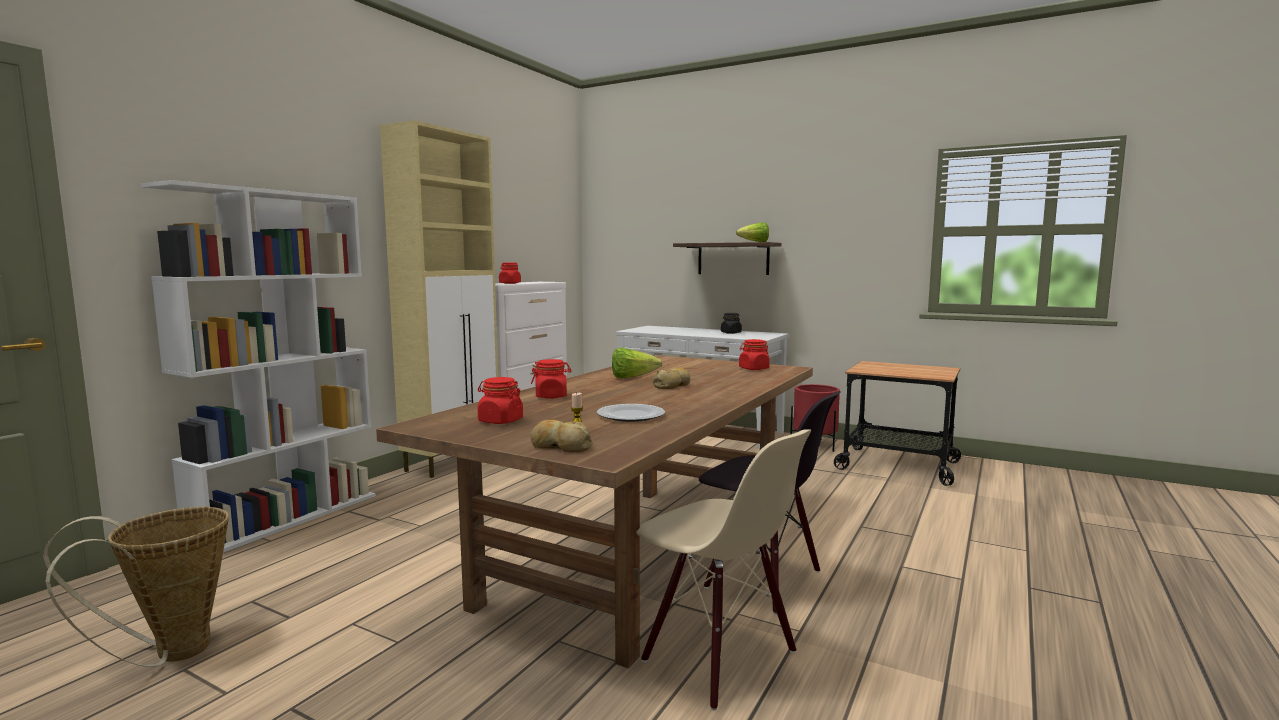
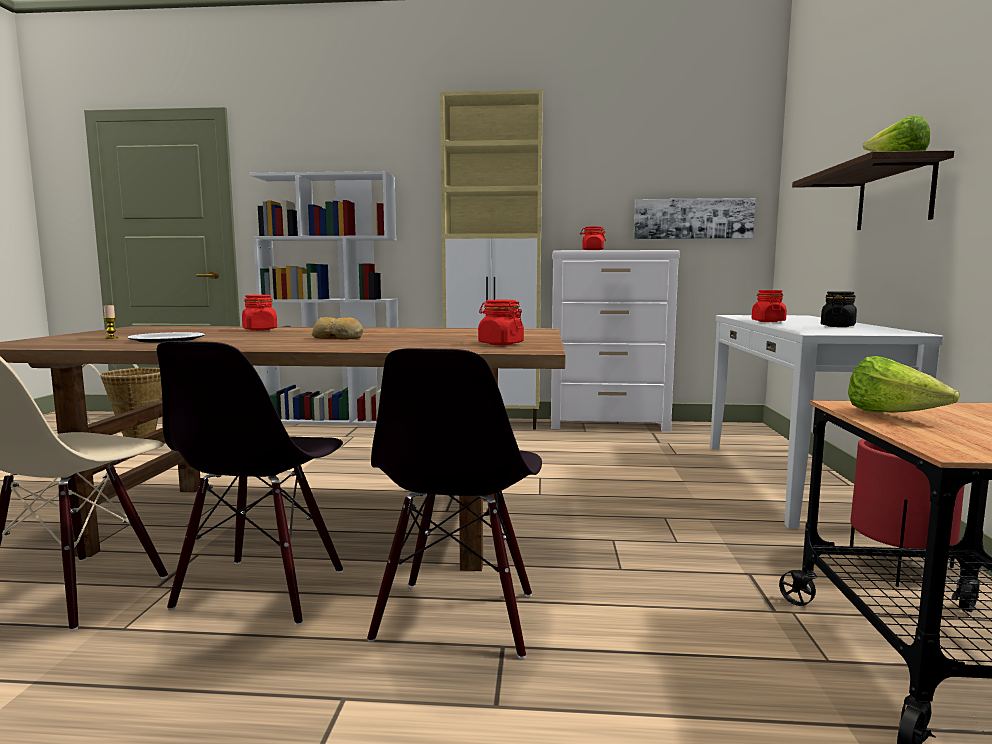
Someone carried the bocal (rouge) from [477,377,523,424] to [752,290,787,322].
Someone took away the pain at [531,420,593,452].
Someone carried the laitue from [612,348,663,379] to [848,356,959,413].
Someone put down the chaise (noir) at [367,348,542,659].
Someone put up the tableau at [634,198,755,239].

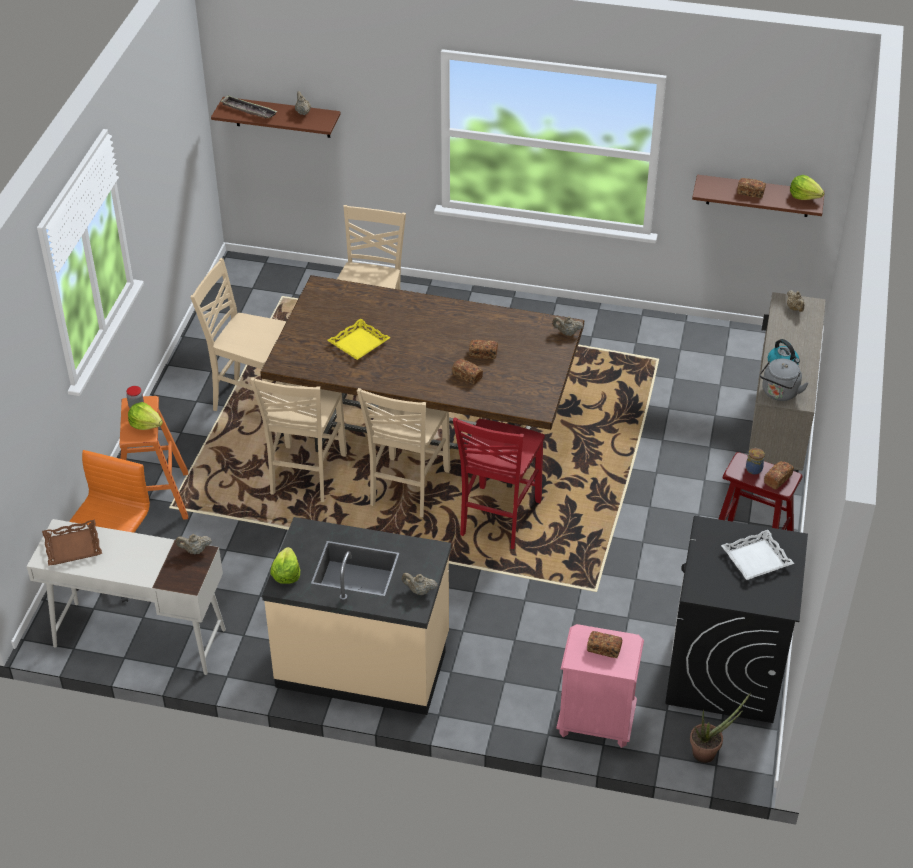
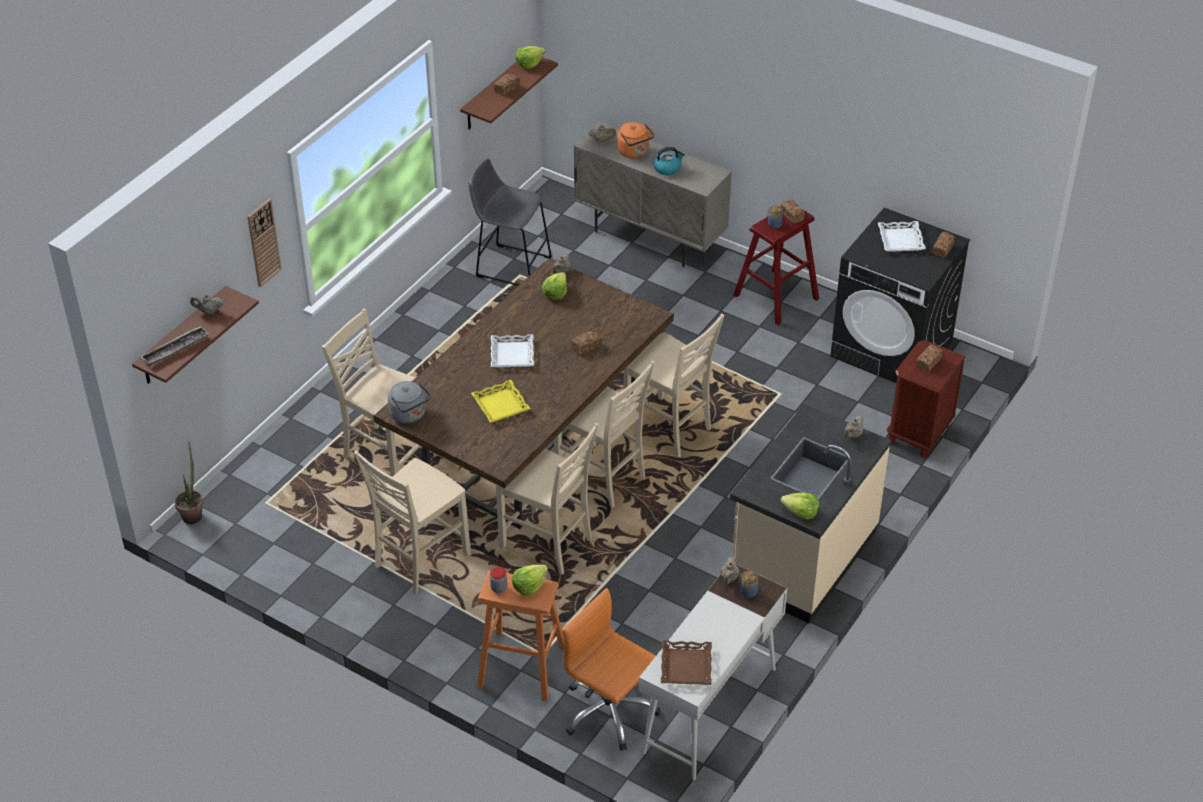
Someone repainted the chaise (rouge) at [453,418,545,549], which became the chaise (beige) at [623,314,724,458].
Someone carried the pain from [469,339,498,359] to [933,232,955,258].
Someone repainted the table de chevet (rose) at [556,624,644,748], which became the table de chevet (marron) at [887,340,966,458].
Someone carried the plante en pot from [690,692,751,763] to [174,442,204,524].
Someone carried the bouilloire (gris) from [760,358,809,401] to [388,381,431,424].
Someone put up the horloge murale at [247,199,281,287].
Someone put down the tabouret (gris) at [469,158,552,286].
Someone put down the plateau (blanc) at [491,334,534,367].
Someone put down the laitue at [542,272,567,300].
Someone put down the bouilloire (orange) at [617,122,655,158].
Someone put down the bocal at [738,571,758,598].

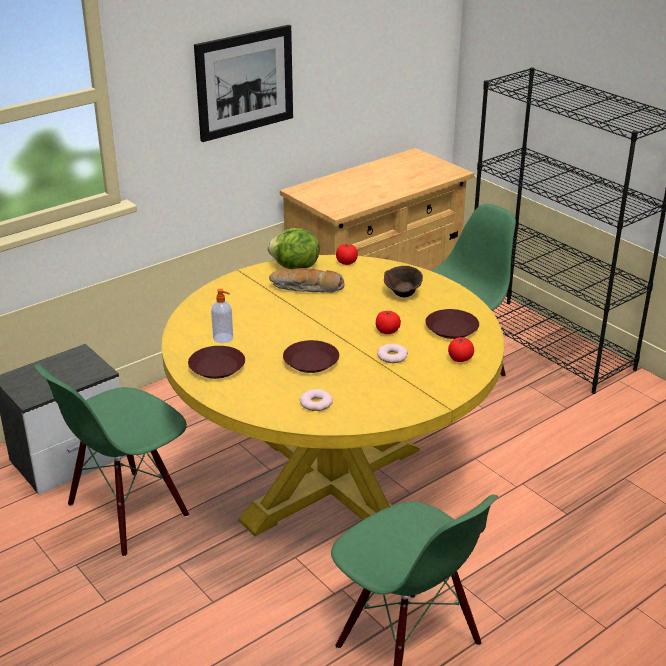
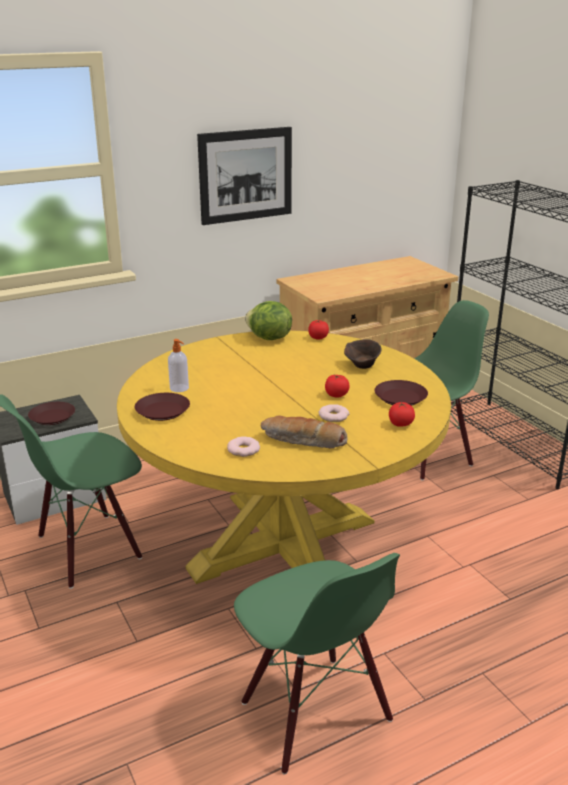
Someone carried the pain from [269,268,344,293] to [261,416,348,448].
Someone carried the assiette (marron) from [283,340,339,373] to [28,402,75,425].

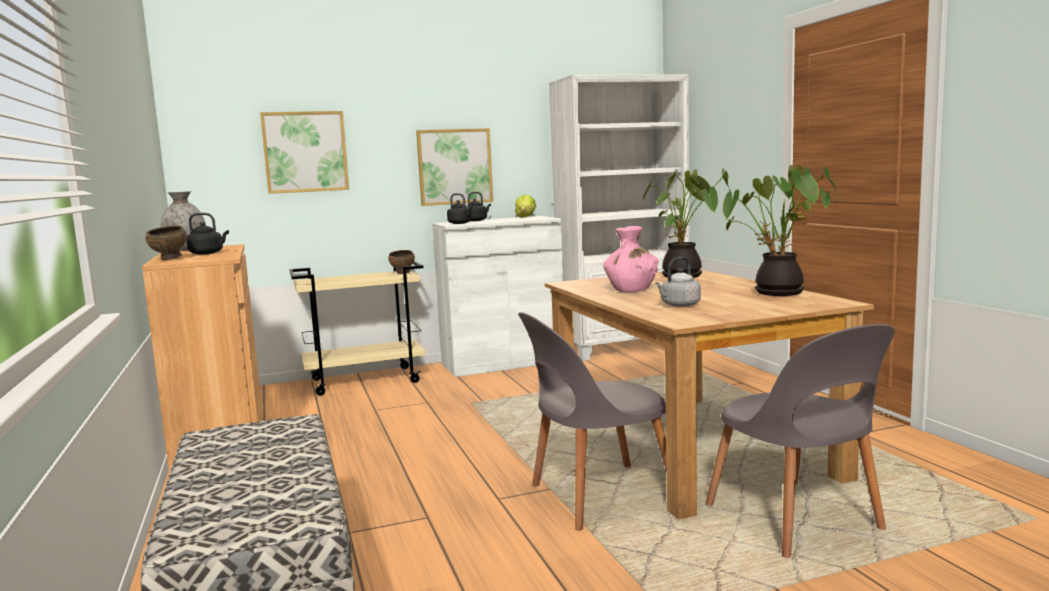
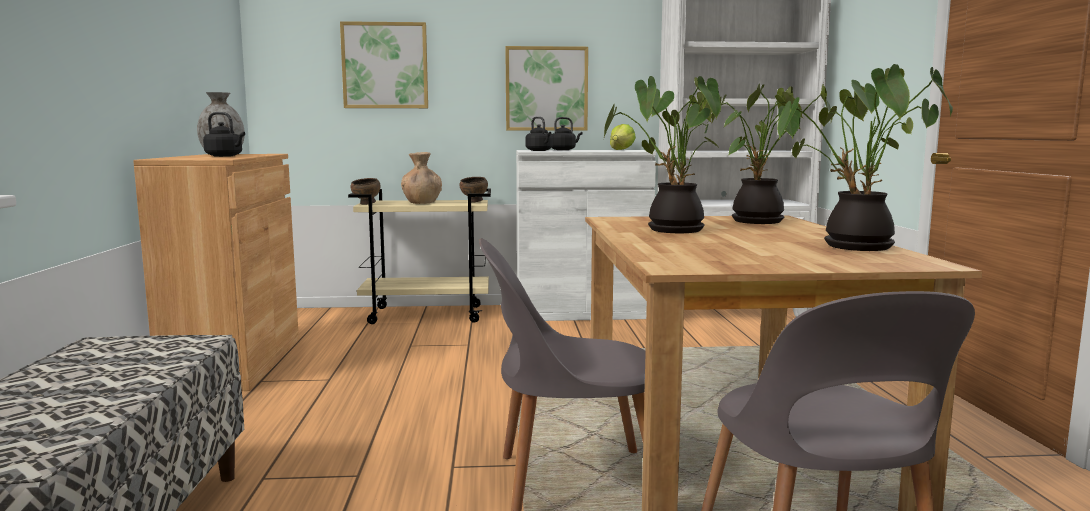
Someone carried the bol (marron) from [146,226,187,260] to [350,178,380,205].
Someone swapped the vase (rose) at [603,226,659,292] for the plante en pot at [603,76,721,233].
Someone took away the bouilloire (gris) at [655,257,701,307].
Someone put down the vase (marron) at [401,152,442,204].

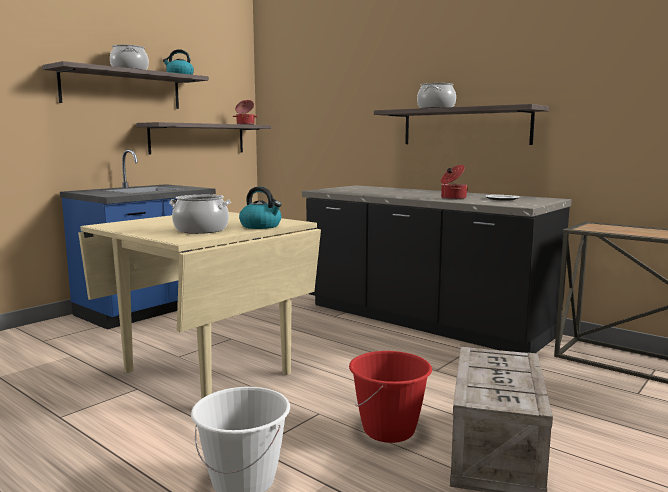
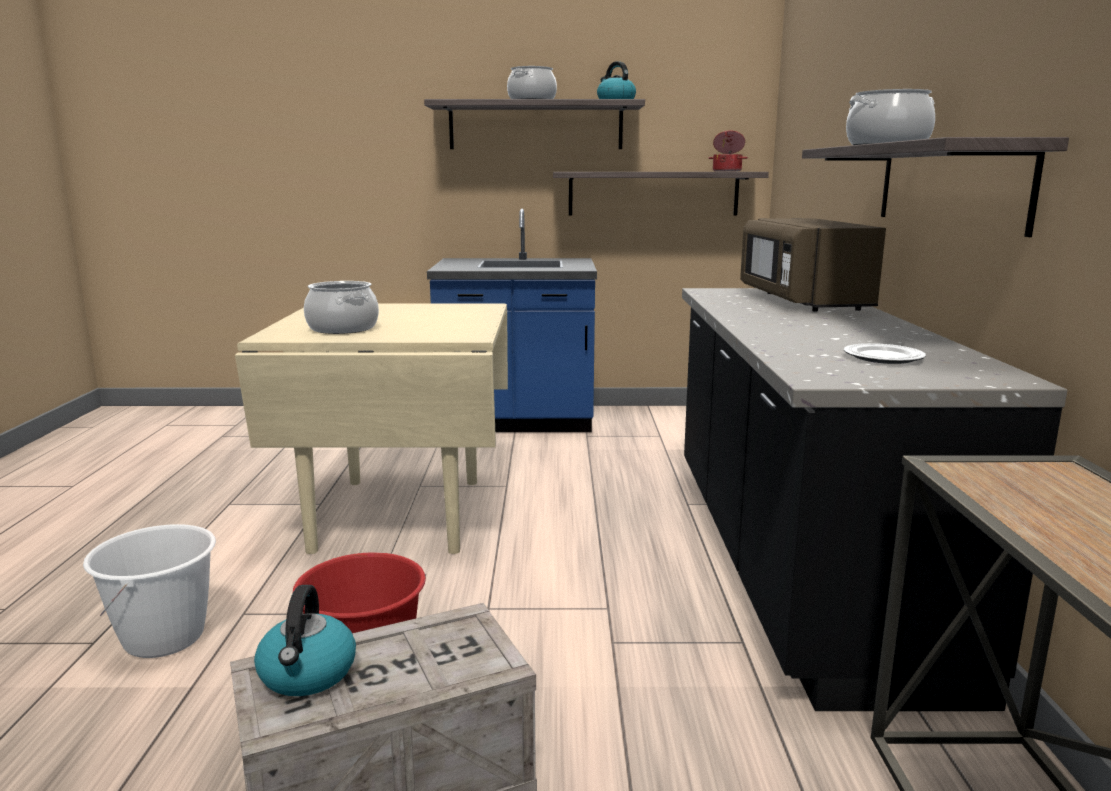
Someone carried the bouilloire from [239,187,282,229] to [254,585,356,696].
Someone took away the marmite at [441,165,468,200].
Someone put down the micro-ondes (marron) at [740,218,886,312].

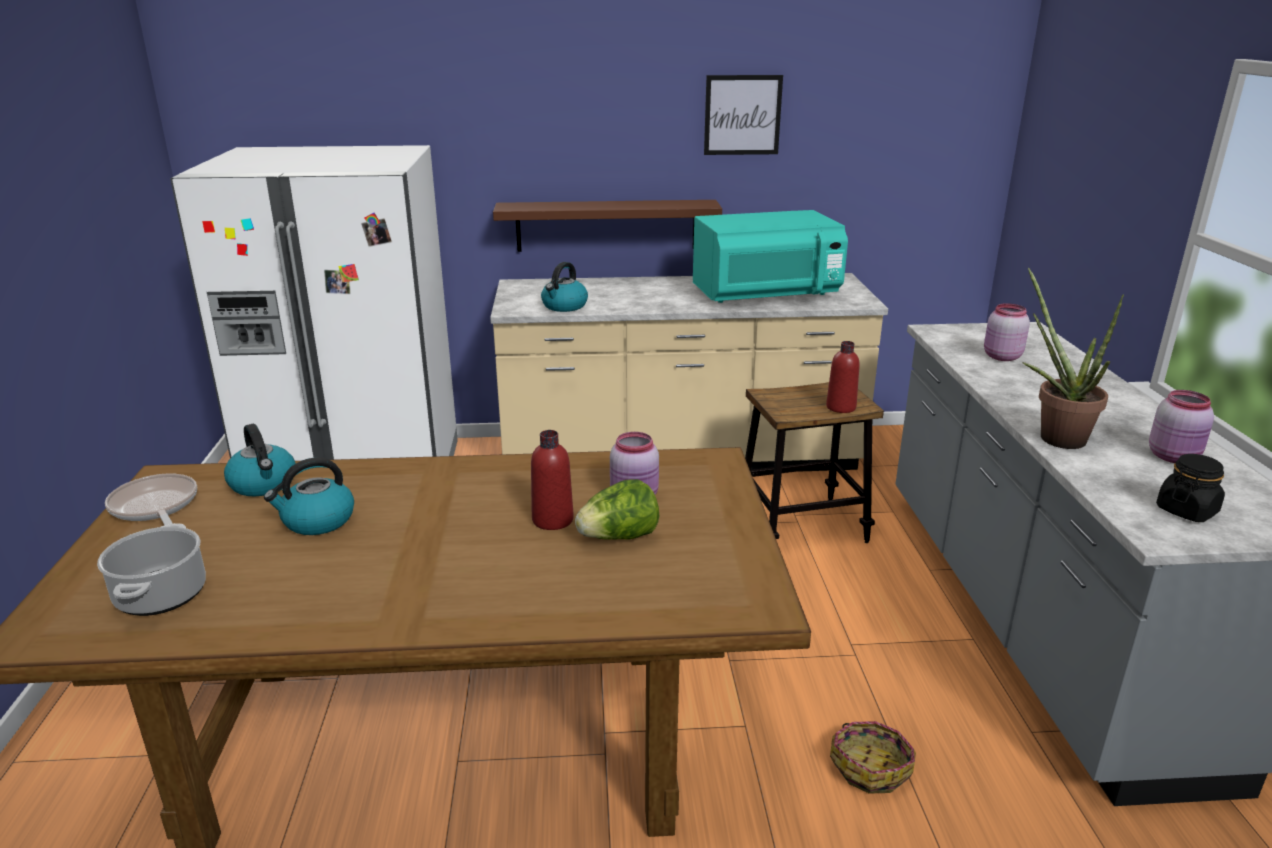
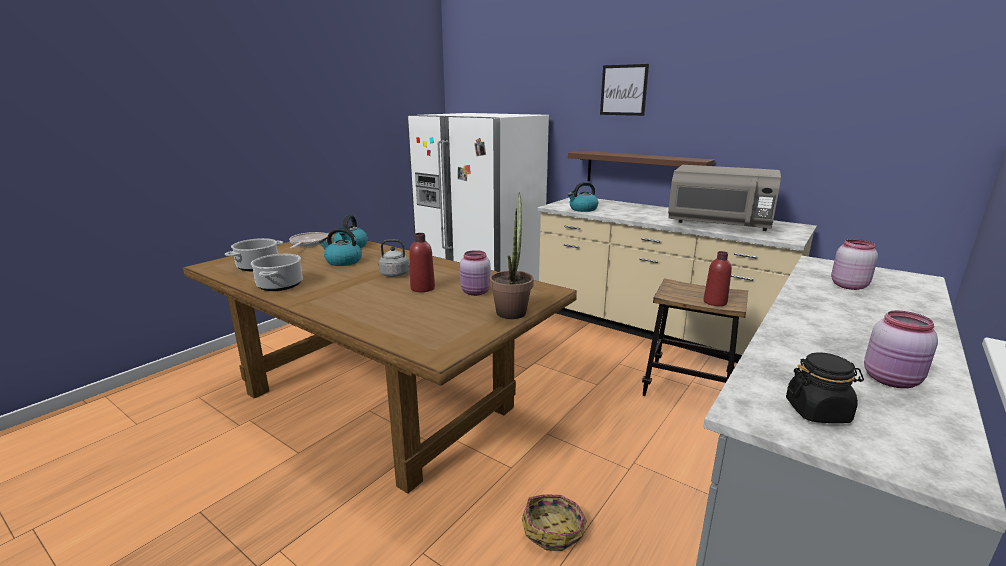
Someone took away the laitue at [575,479,659,540].
Someone repainted the micro-ondes (turquoise) at [693,210,848,303], which became the micro-ondes (gris) at [668,165,781,231].
Someone carried the tableau from [704,75,783,155] to [600,64,649,116].
Someone carried the plante en pot from [1023,268,1124,449] to [490,192,534,319].
Someone put down the marmite at [251,254,302,291].
Someone put down the bouilloire (gris) at [379,239,410,277].

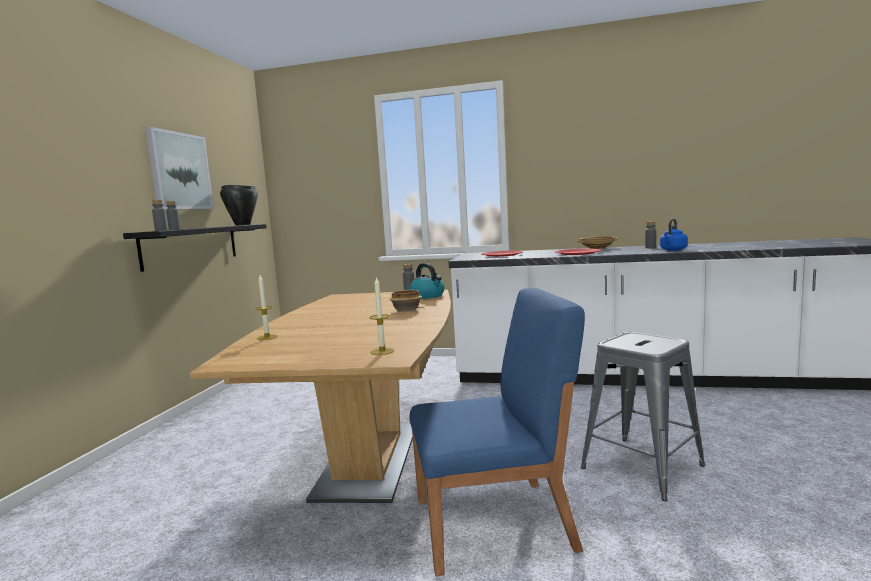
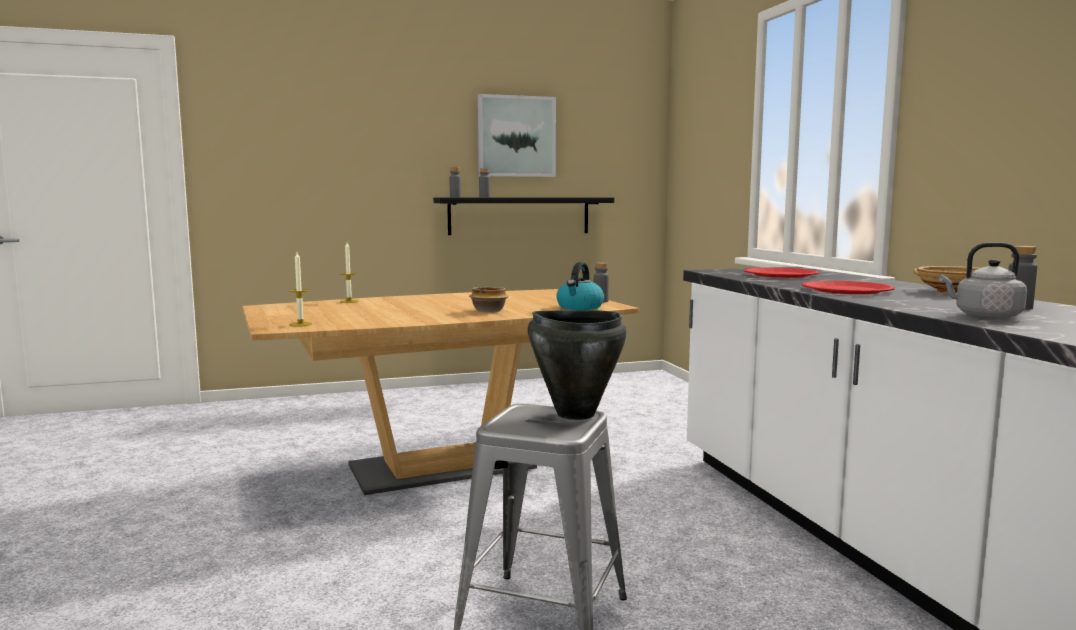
Someone carried the marmite (noir) from [220,185,258,226] to [528,310,627,420].
Someone took away the chaise (bleu) at [409,287,585,576].
Someone repainted the bouilloire (bleu) at [660,219,688,251], which became the bouilloire (gris) at [939,242,1027,319].

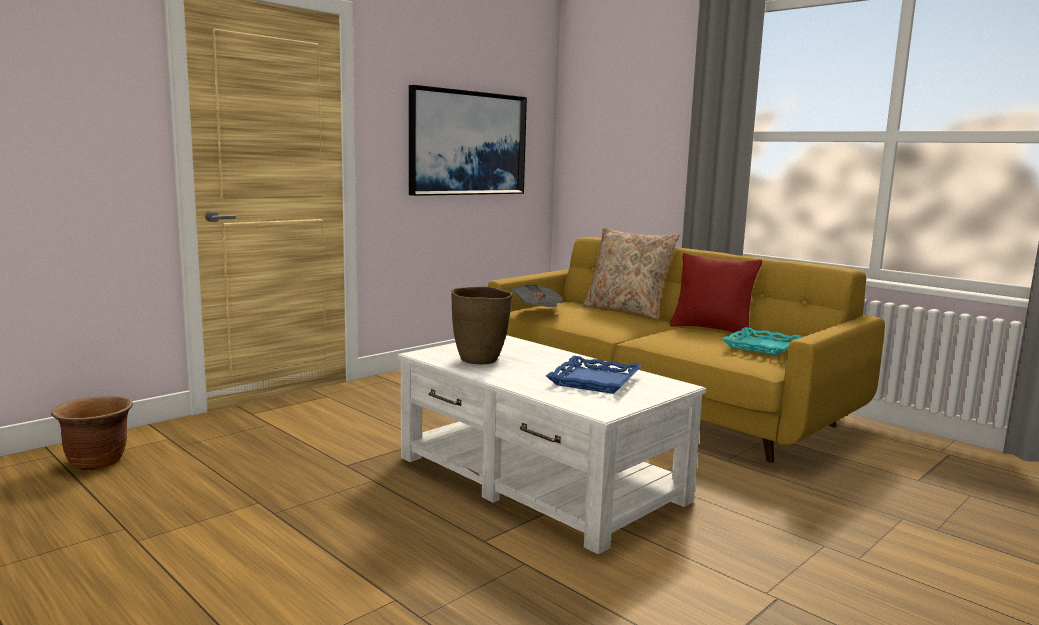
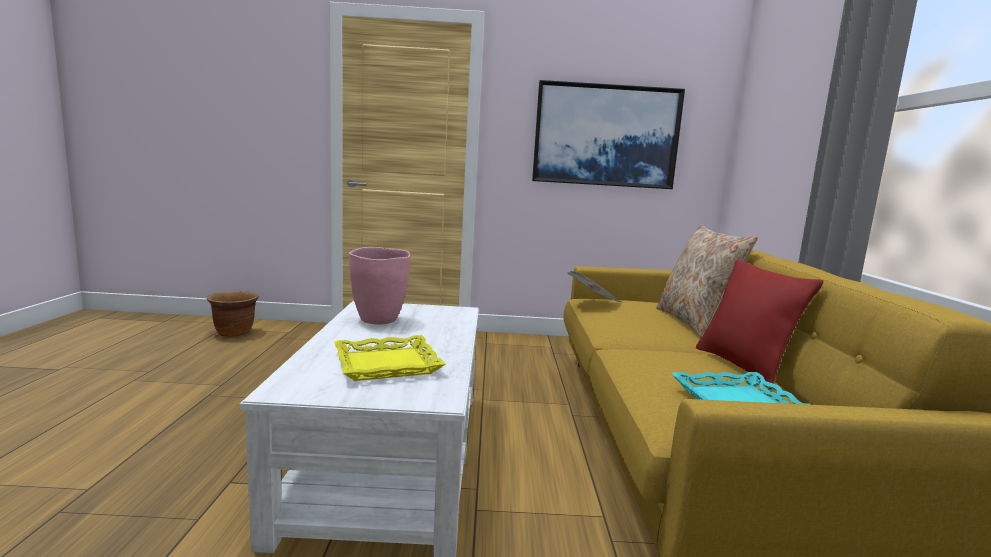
Someone repainted the vase (marron) at [452,287,512,365], which became the vase (rose) at [349,247,410,324].
Someone repainted the plateau (bleu) at [546,356,641,394], which became the plateau (jaune) at [334,335,446,381].

